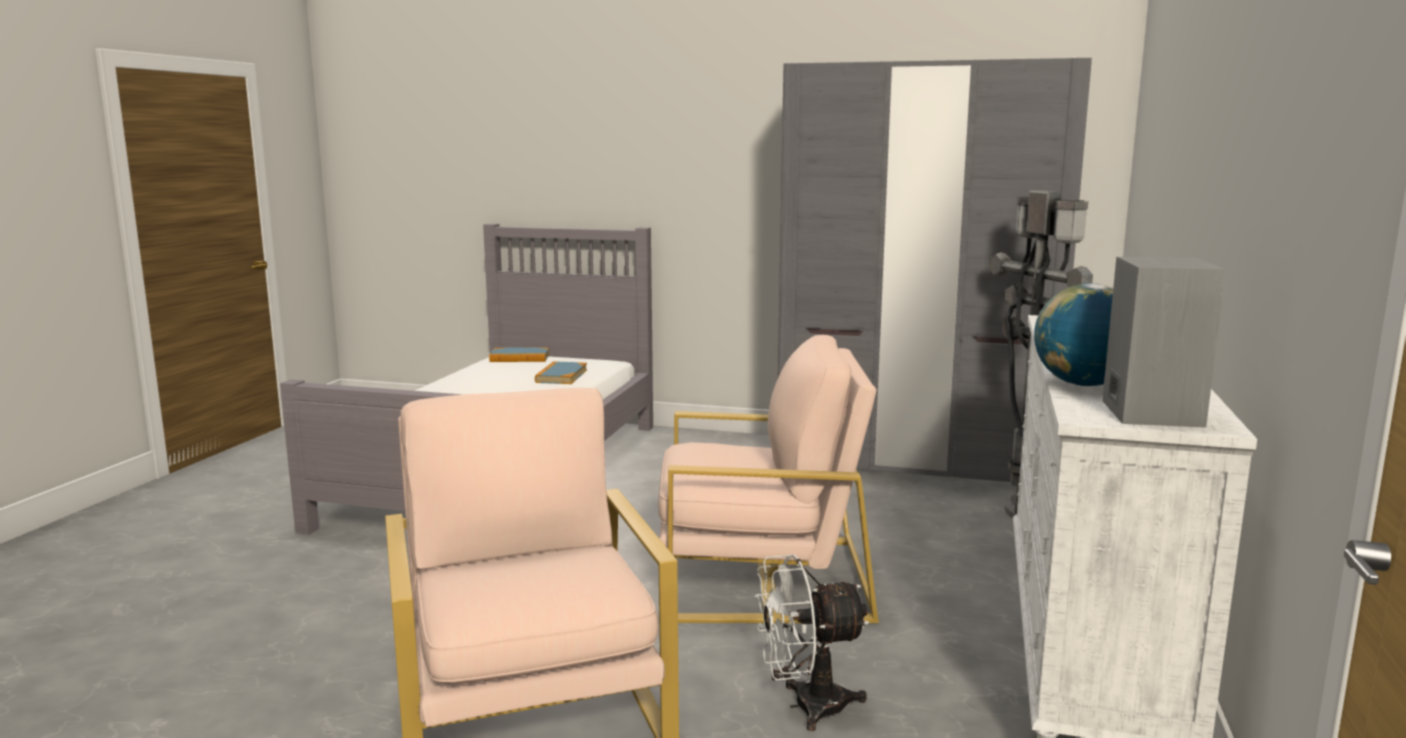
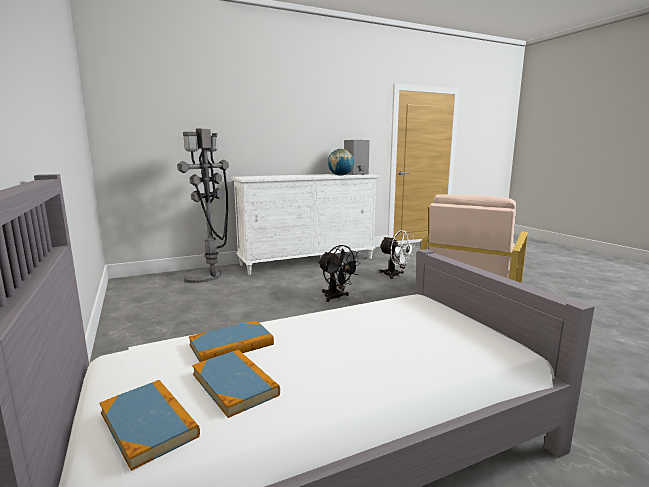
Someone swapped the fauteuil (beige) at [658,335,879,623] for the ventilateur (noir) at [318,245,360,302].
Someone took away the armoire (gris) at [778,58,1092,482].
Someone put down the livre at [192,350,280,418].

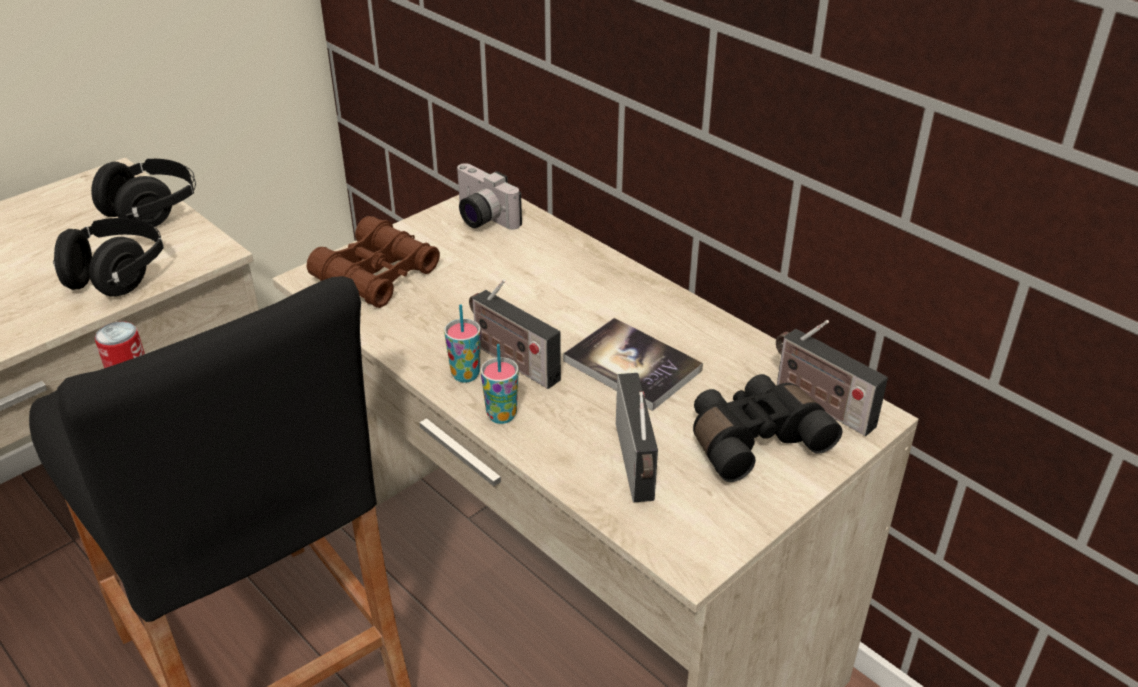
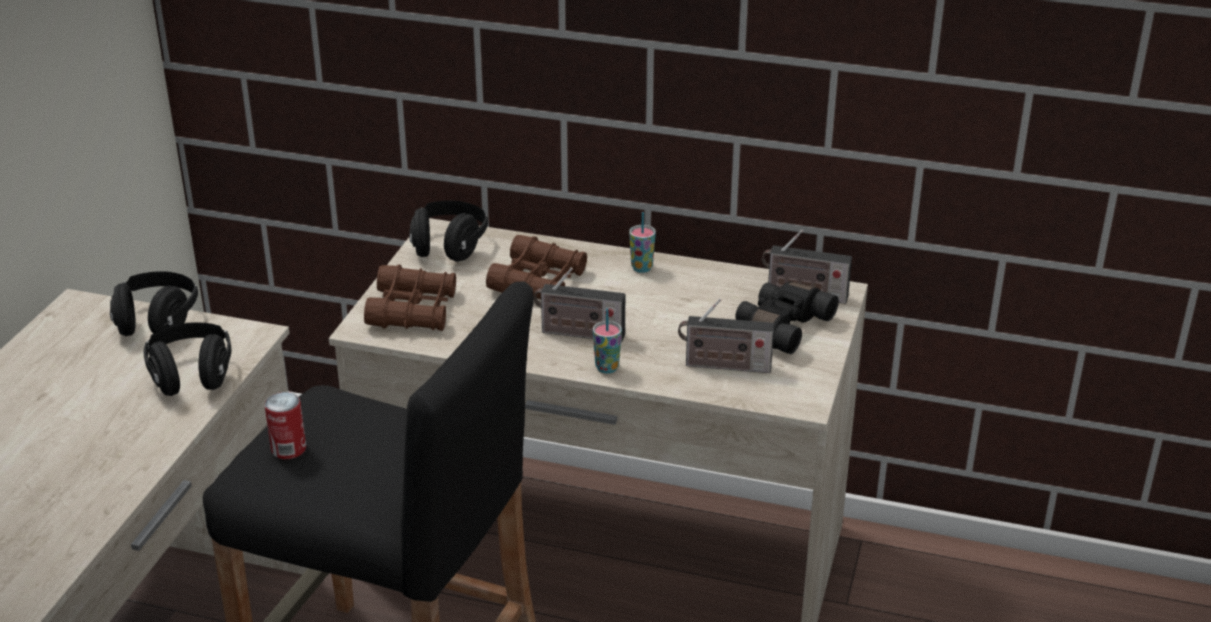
Someone carried the tasse from [444,305,481,383] to [629,212,656,273].
Someone swapped the appareil photo at [456,163,522,230] for the casque audio (noir) at [409,201,488,262].
Someone took away the livre at [563,318,703,411].
Someone rotated the radio at [616,373,658,502] by 135 degrees clockwise.
Someone put down the jumelles (marron) at [486,235,587,299].

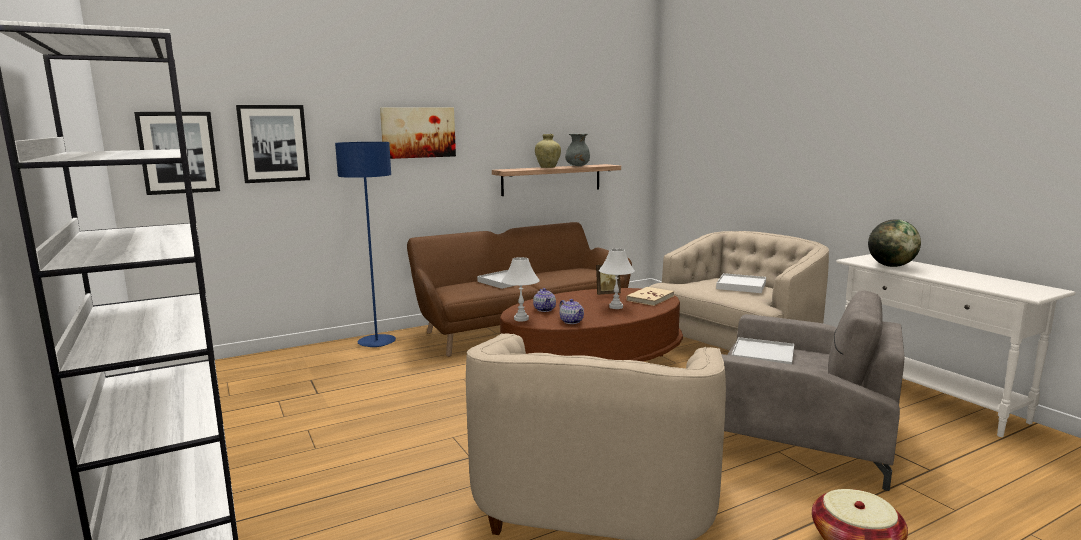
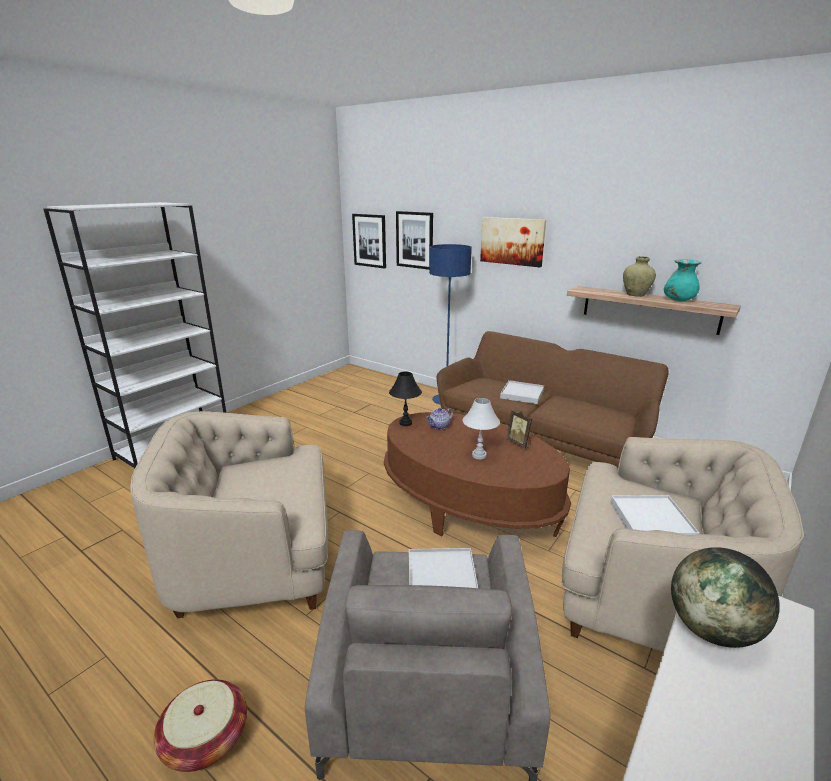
Someone repainted the lampe de table (blanc) at [502,257,540,321], which became the lampe de table (noir) at [389,372,422,426].
Someone took away the théière at [559,299,584,324].
Someone repainted the vase (gris) at [565,133,590,166], which became the vase (turquoise) at [664,259,702,301].
Someone took away the livre (beige) at [626,287,674,306].

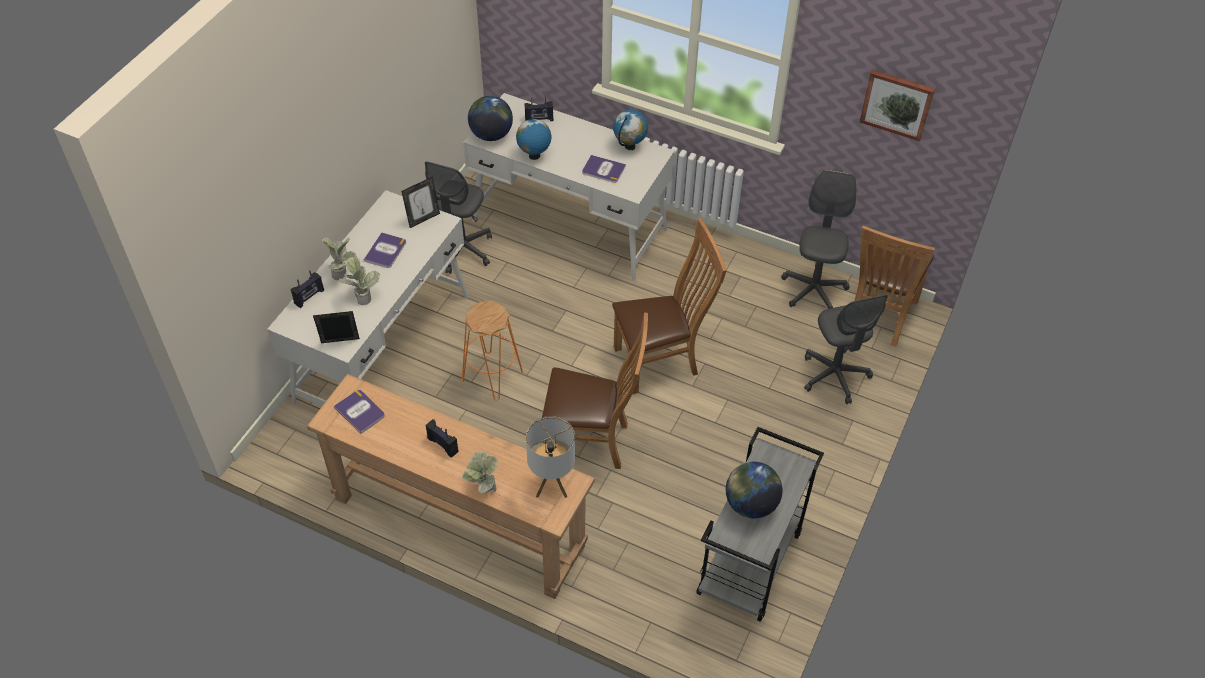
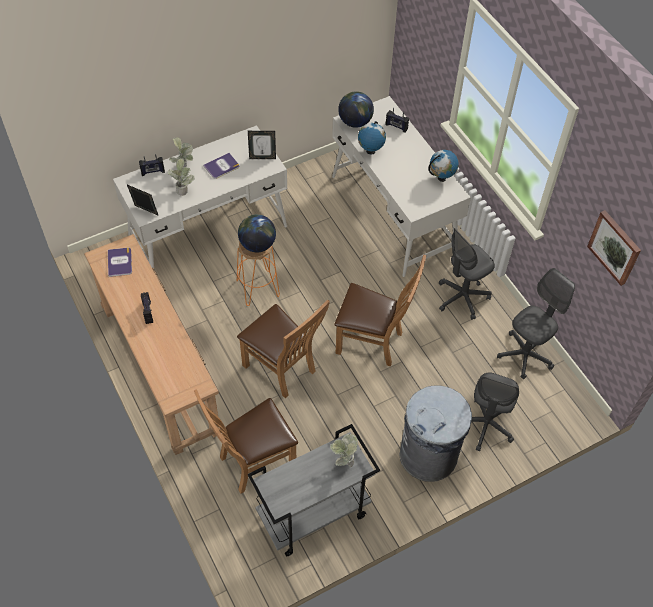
Someone carried the chaise de bureau (gris) from [425,161,492,274] to [439,228,494,320].
Someone carried the plante en pot from [462,452,498,493] to [330,434,358,467].
Someone took away the lampe de table at [526,416,575,498].
Someone took away the livre at [582,155,626,183].
Someone carried the globe from [726,462,782,518] to [238,214,276,252].
Someone carried the chaise (marron) from [854,225,935,347] to [194,389,298,494].
Someone put down the poubelle (gris) at [400,385,472,482].

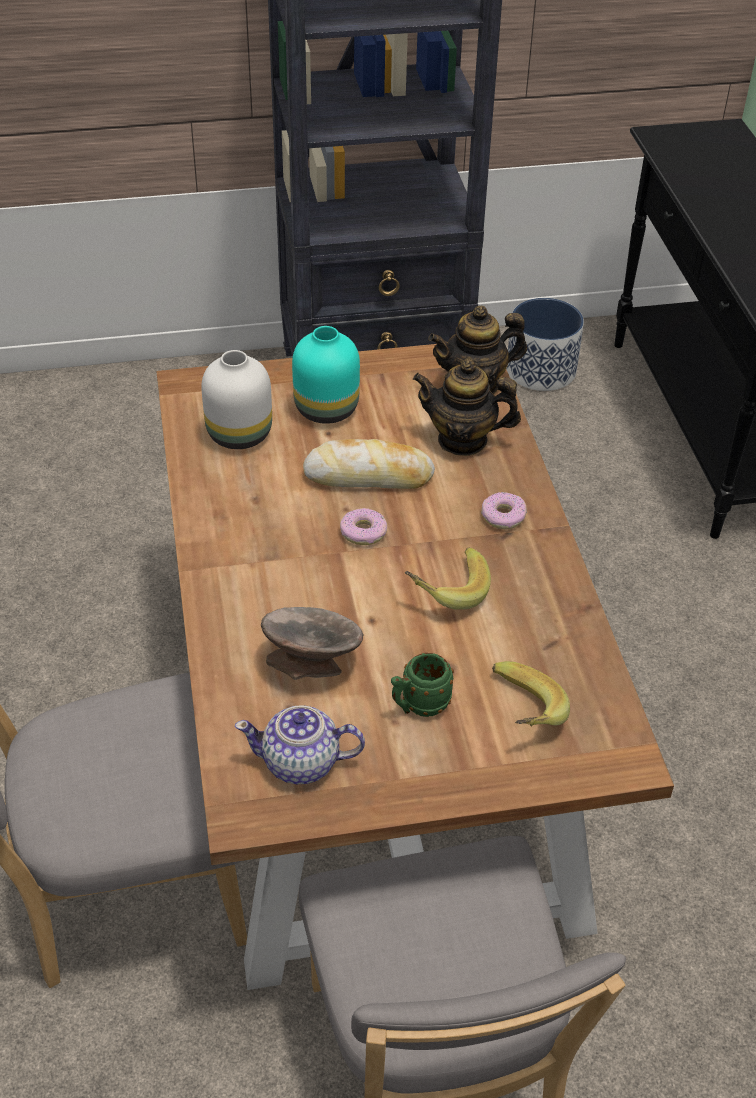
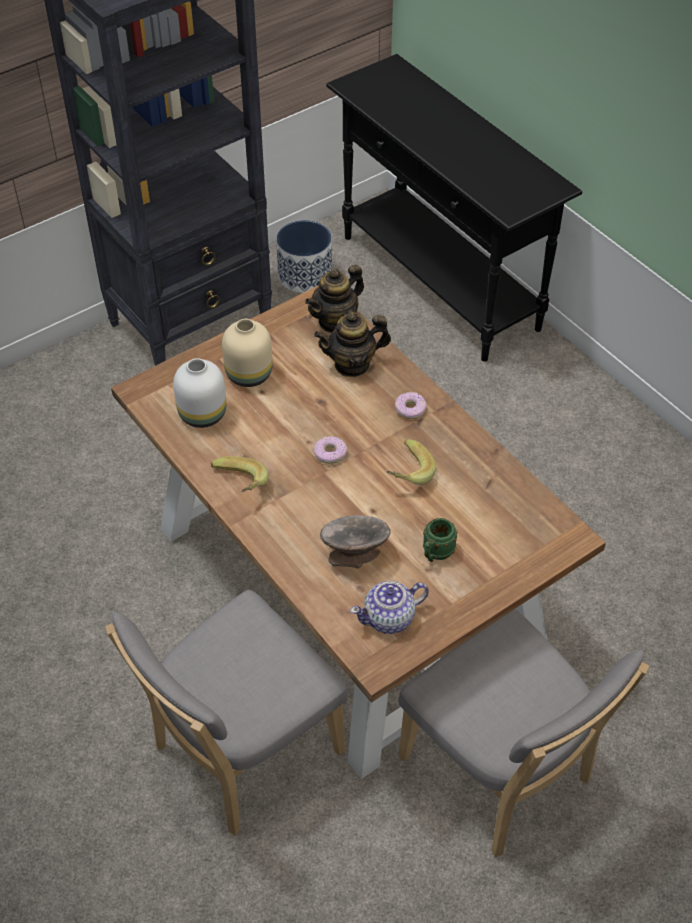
Someone repainted the vase (turquoise) at [292,326,360,424], which became the vase (beige) at [222,319,273,387].
Someone took away the pain at [303,439,435,489].
Someone carried the banane from [492,661,570,727] to [211,456,269,492].

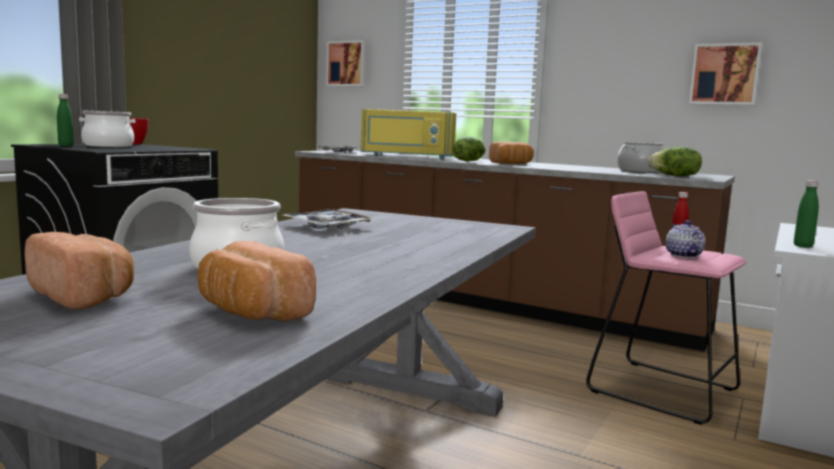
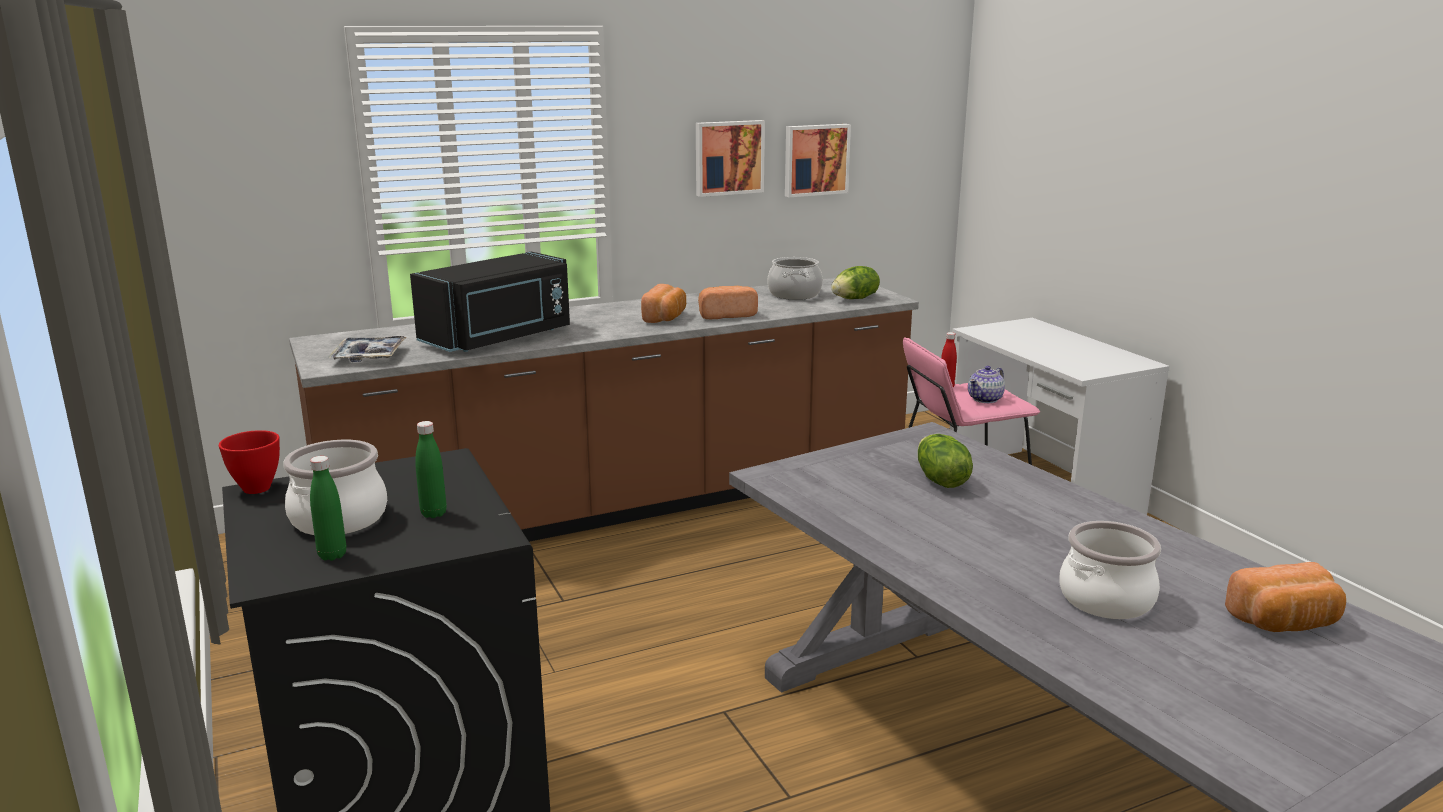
Someone carried the pain from [25,232,134,309] to [698,286,758,319].
Someone took away the plateau at [283,209,376,229].
Someone carried the tableau from [326,40,366,86] to [696,120,765,197].
Someone repainted the micro-ondes (jaune) at [361,109,456,159], which became the micro-ondes (noir) at [410,252,570,352].
Someone carried the laitue from [453,136,486,161] to [918,434,973,488].
Someone rotated the théière at [665,220,705,258] by 75 degrees counterclockwise.
Someone carried the bouteille (vert) from [794,180,819,248] to [415,421,447,518].

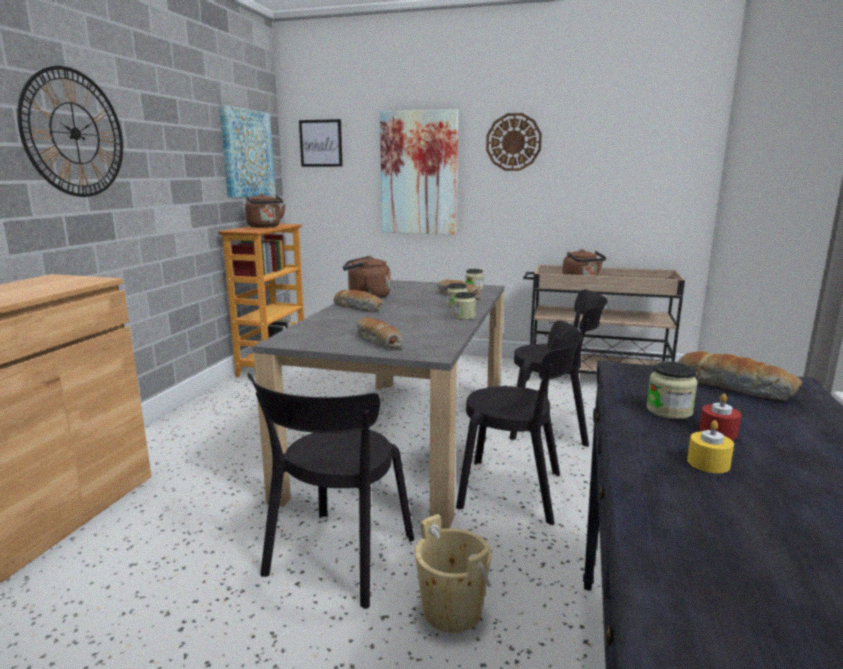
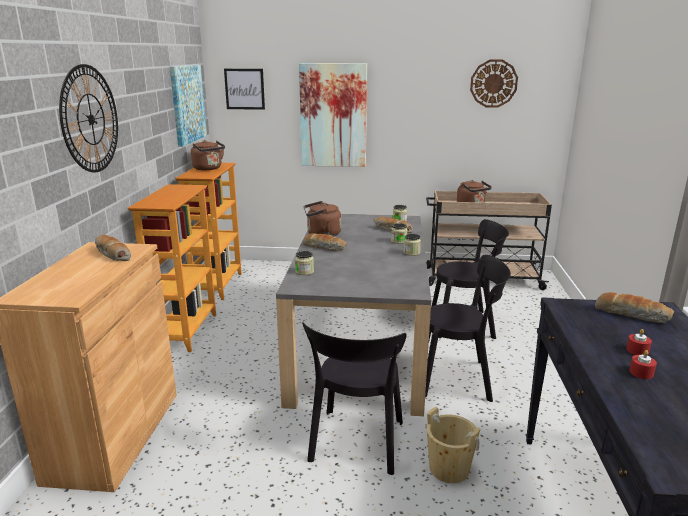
Someone carried the pain from [356,317,404,349] to [95,235,131,261].
Someone carried the horloge murale from [486,113,542,171] to [470,59,518,108].
Someone carried the bocal from [647,362,698,419] to [295,251,314,275].
Someone repainted the bougie (jaune) at [687,420,734,473], which became the bougie (rouge) at [629,350,657,379].
Someone put down the bibliothèque at [127,184,216,352].

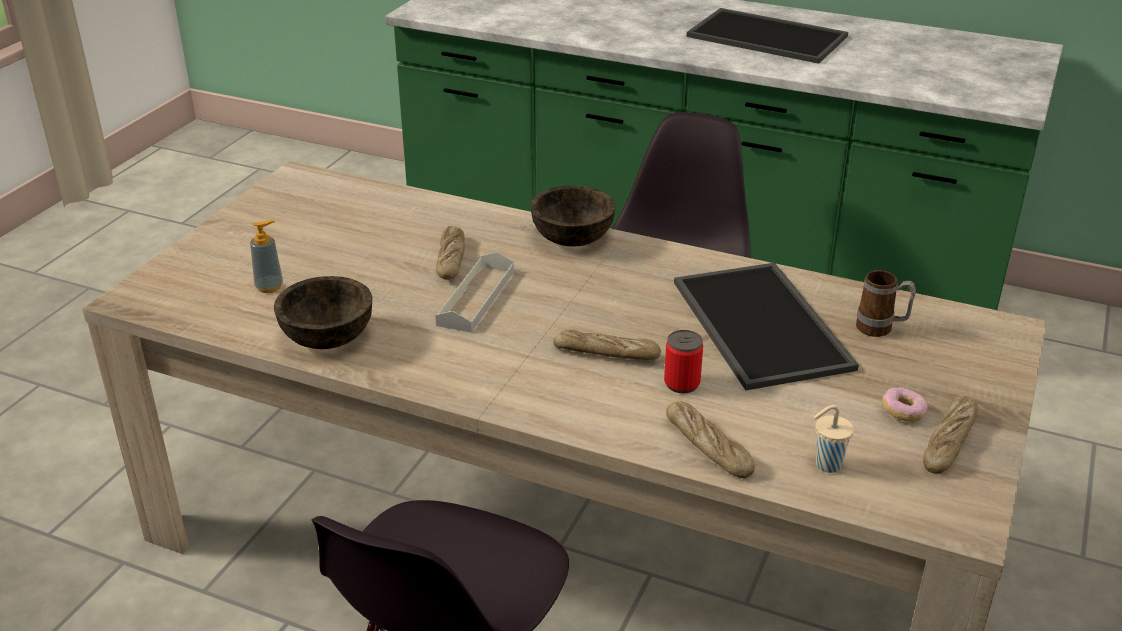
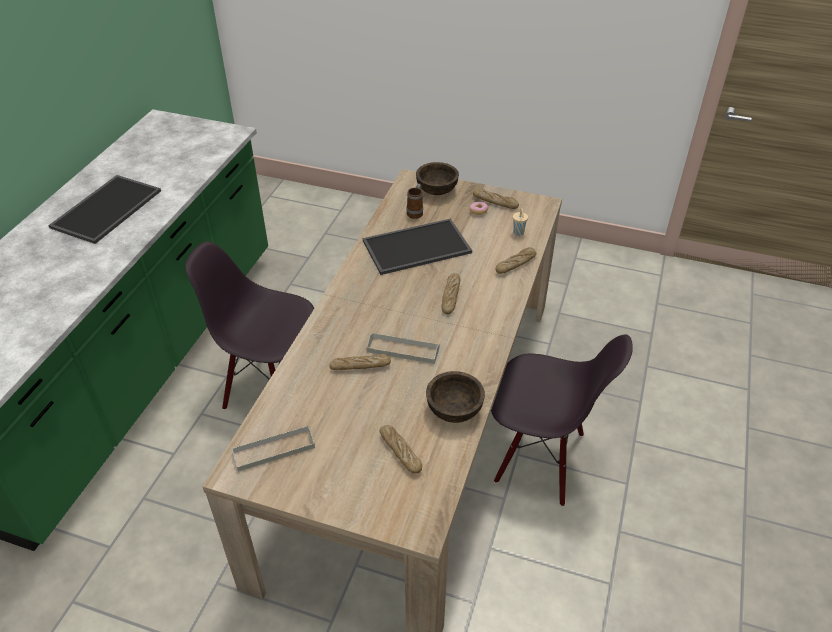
Someone swapped the distributeur de savon at [250,220,283,293] for the pain at [380,425,422,474].
Someone carried the bol (marron) from [530,185,616,247] to [416,162,459,195].
Someone took away the boîte métallique at [664,330,703,393].
Someone put down the plateau (gris) at [232,425,315,472].

